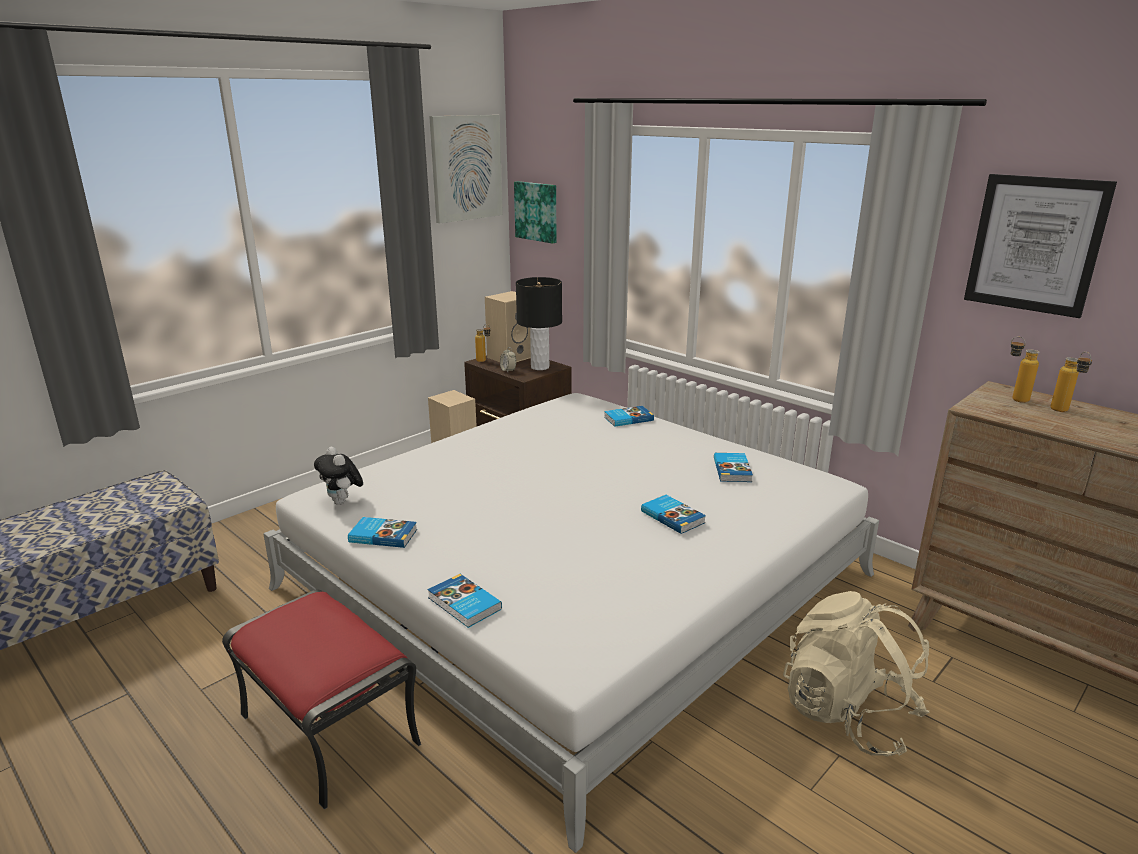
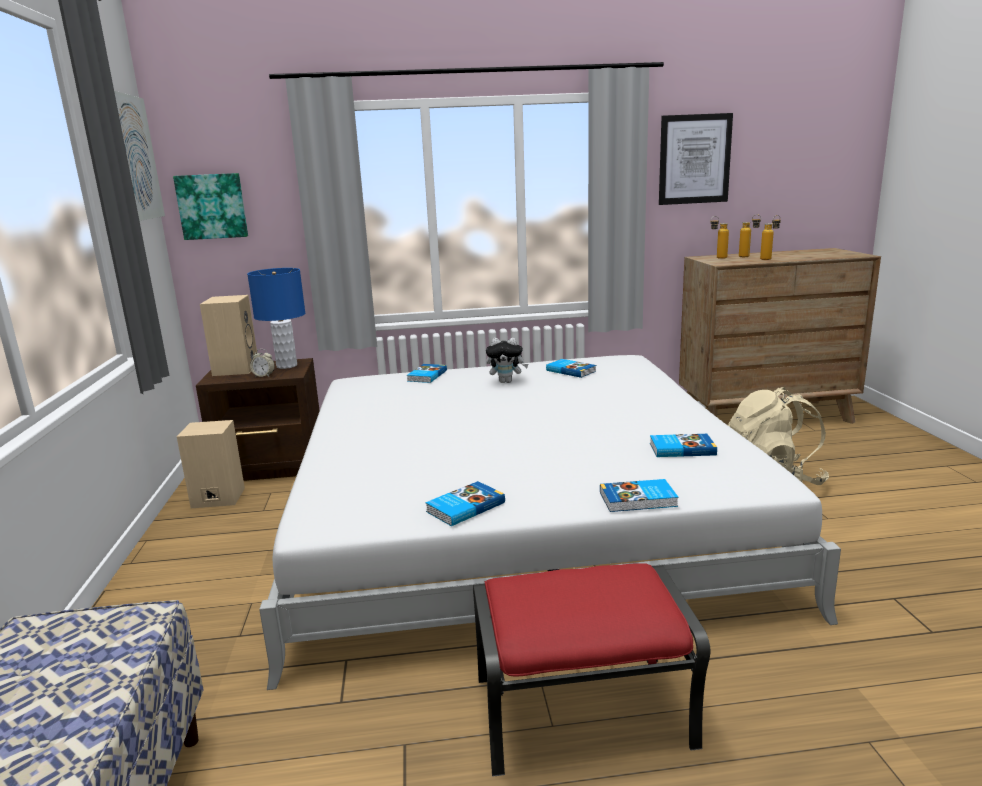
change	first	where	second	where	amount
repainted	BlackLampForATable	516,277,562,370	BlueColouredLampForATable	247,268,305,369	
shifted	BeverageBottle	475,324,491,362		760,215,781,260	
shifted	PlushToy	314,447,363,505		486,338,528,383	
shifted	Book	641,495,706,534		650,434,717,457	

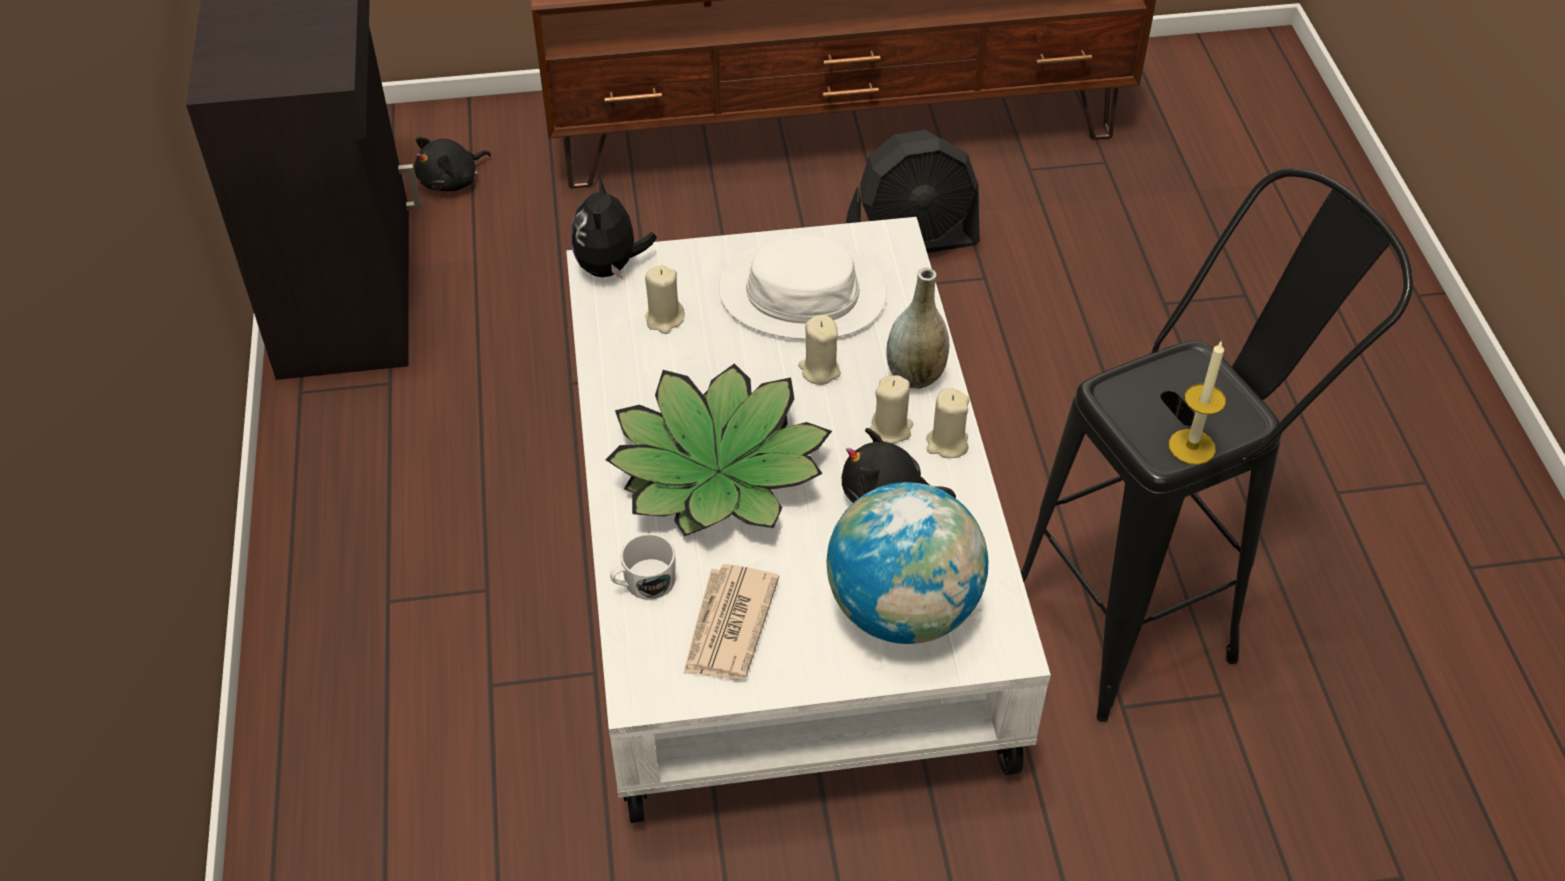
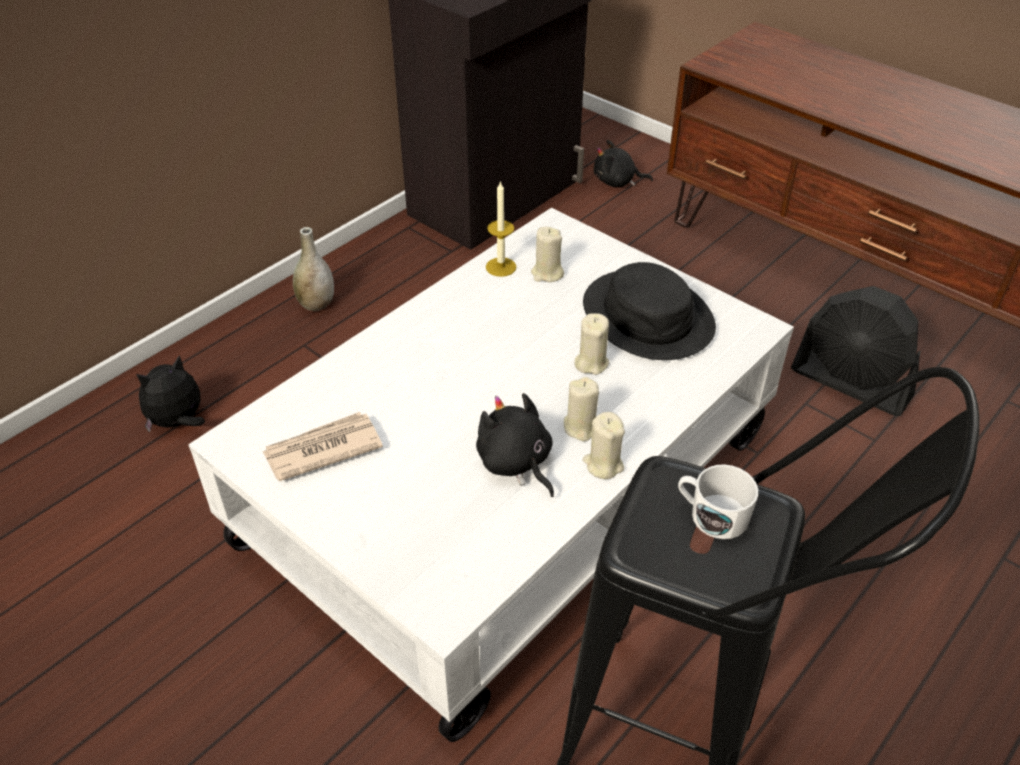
change	first	where	second	where	amount
shifted	PlushToy	571,175,657,279		136,355,205,433	
repainted	WhiteColouredHat	719,234,887,339	BlackHat	583,262,716,360	
shifted	GreyDecorativeVase	886,268,949,389		293,227,334,311	
shifted	WaxCandle	1169,340,1226,465		486,181,517,277	
gone	Houseplant	605,363,832,537			
gone	WorldGlobe	827,482,988,644			
shifted	WhiteColouredCoffeeMug	610,533,676,600		678,464,759,539	

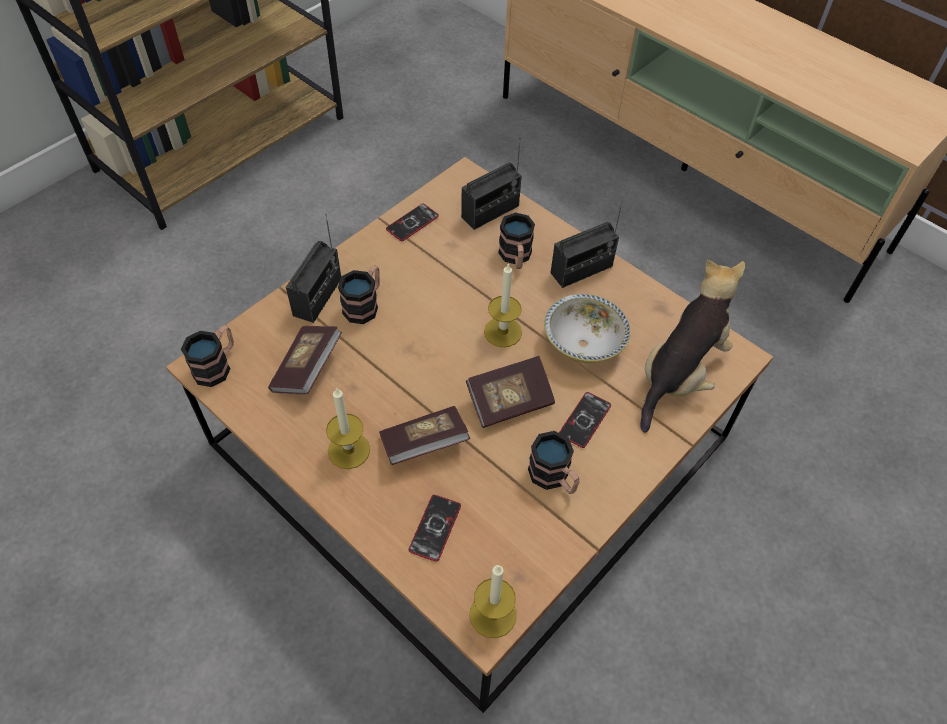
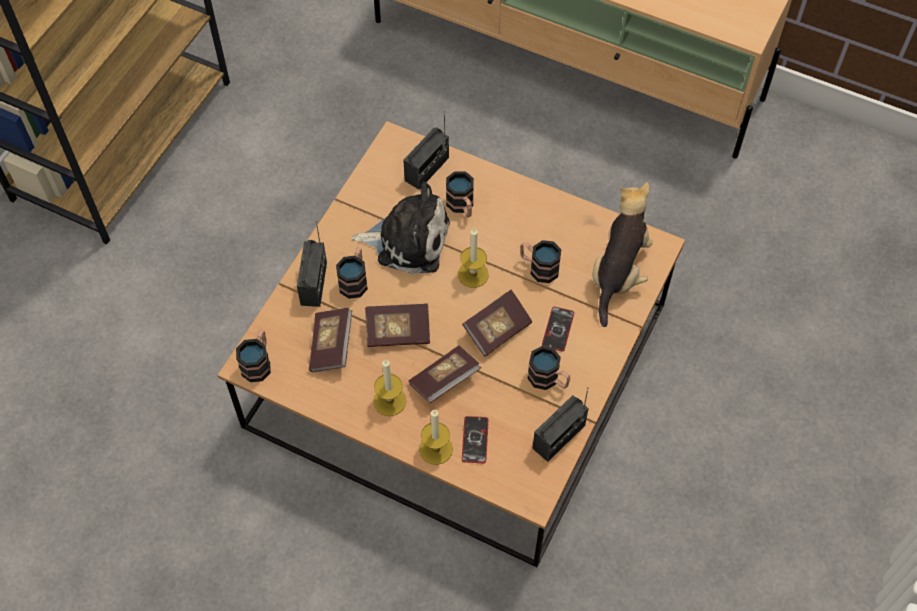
change	first	where	second	where	amount
shifted	RadioSet	551,200,623,288		532,387,589,462	
gone	Handset	386,204,439,241			
swapped	ServingBowl	544,294,631,363	CoffeeMug	520,240,561,283	
shifted	WaxCandle	470,565,516,638		419,409,453,465	
new			PlushToy	352,182,450,274	
new			Book	365,303,430,347	

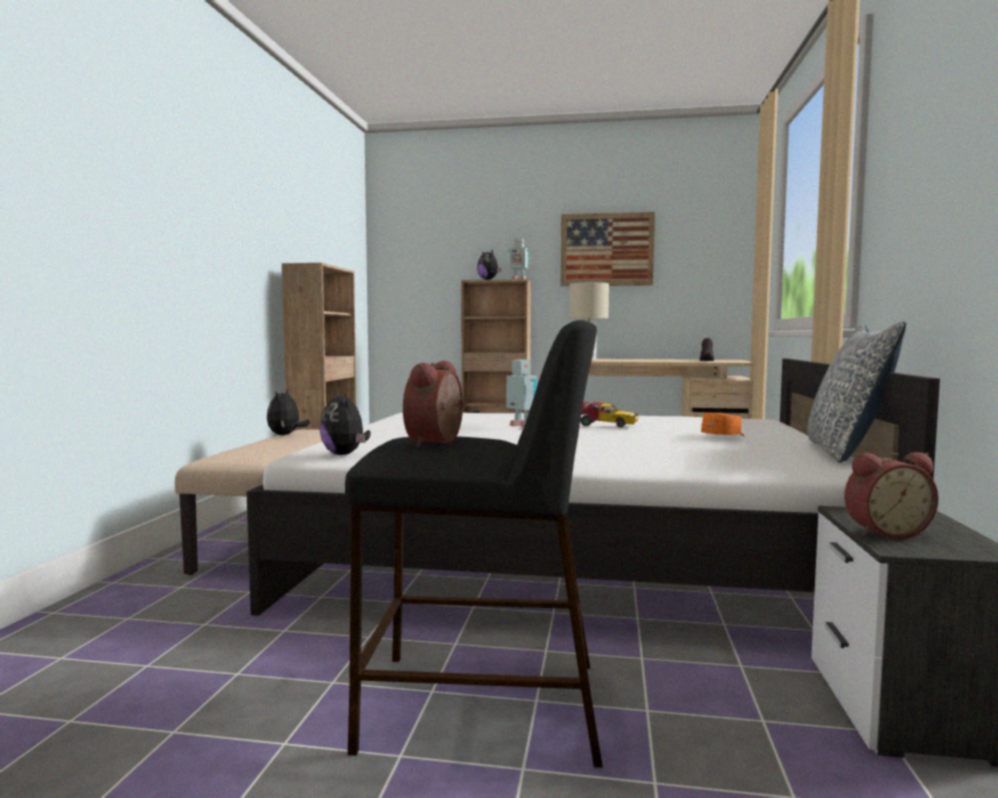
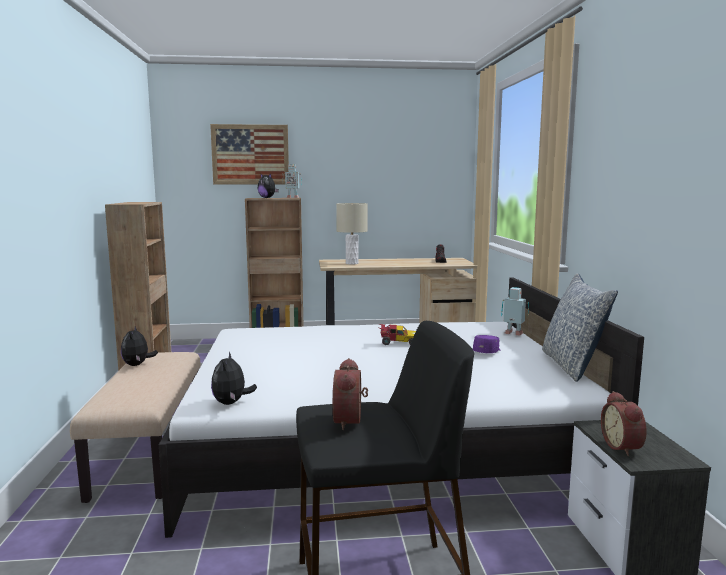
change	first	where	second	where	amount
shifted	WallPicture	560,212,655,286		210,124,289,185	
shifted	ToyRobot	506,359,537,427		501,287,529,335	
rotated	PlushToy	320,391,371,455		211,352,257,405	45 degrees clockwise
repainted	OrangeColouredCap	701,413,745,436	PurplishCap	473,335,500,353	
rotated	BedsideClock	844,452,939,539		601,391,647,456	105 degrees clockwise

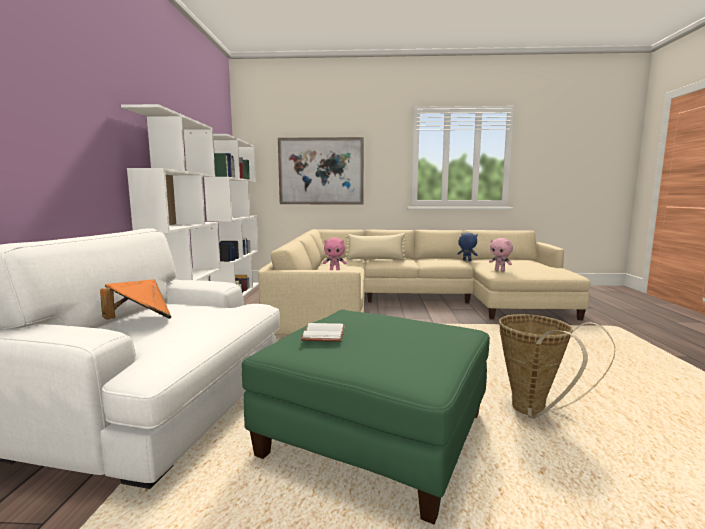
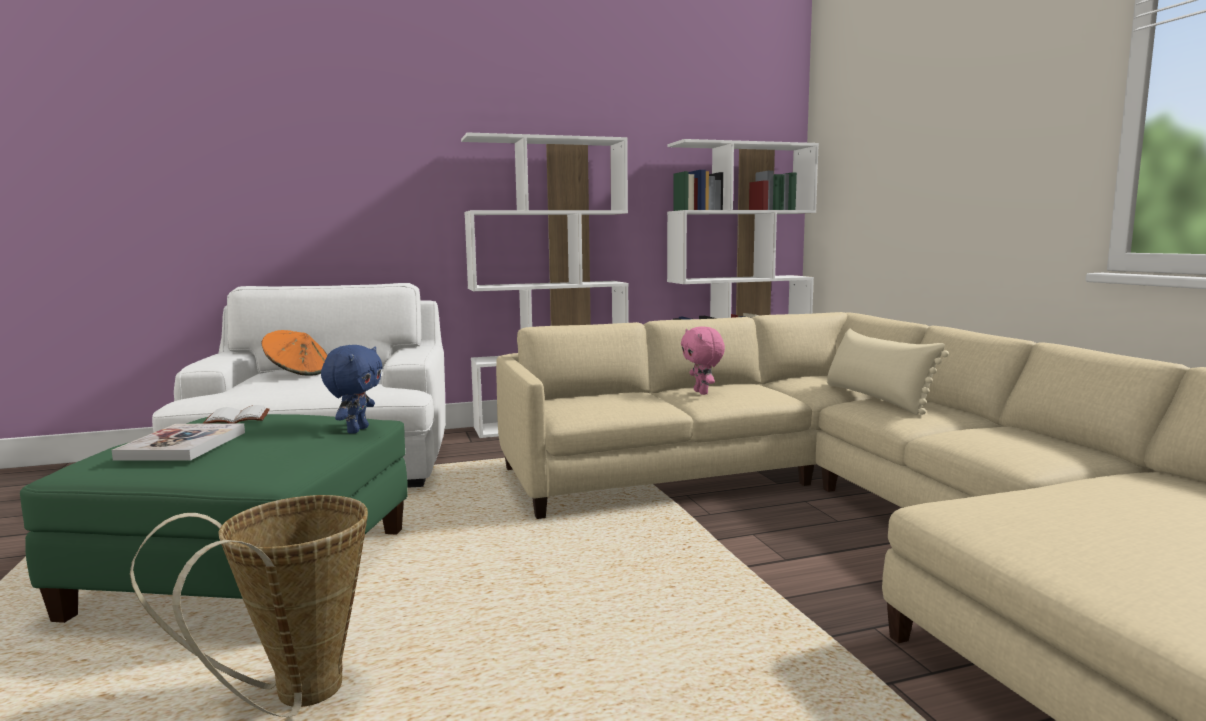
change	first	where	second	where	amount
gone	WallPicture	278,137,364,204			
shifted	BlueColouredPlushToy	457,233,478,261		321,345,382,434	
gone	PinkColouredPlushToy	489,238,513,271			
new			Book	112,424,245,461	

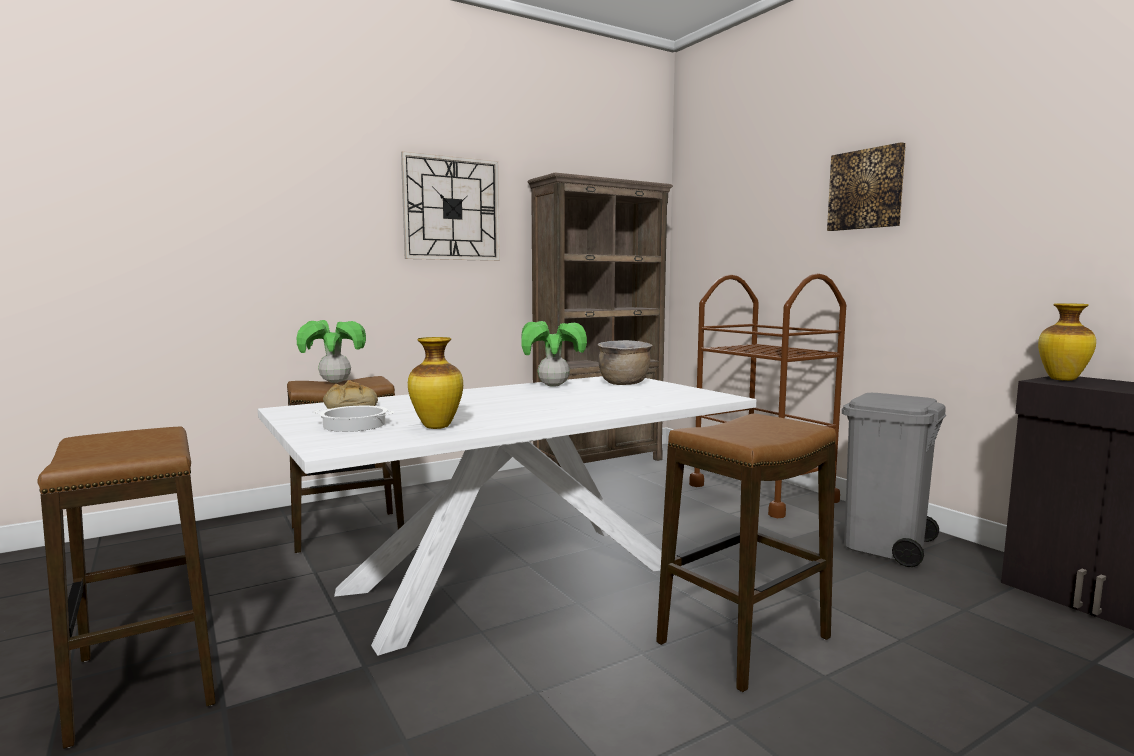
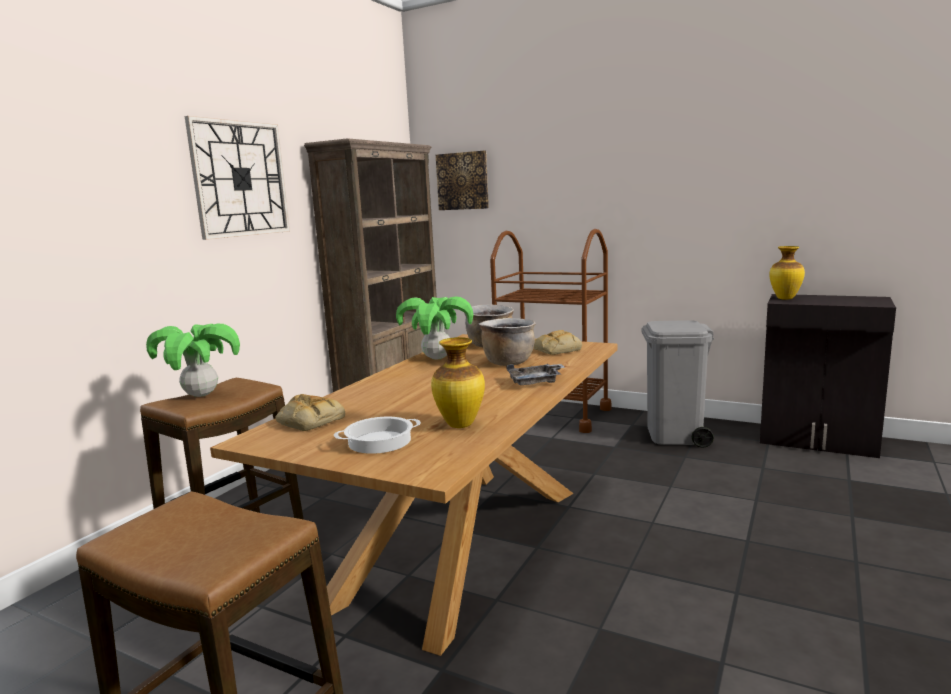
change	first	where	second	where	amount
shifted	WallPicture	827,142,906,231		436,151,489,210	
repainted	WhiteColouredDiningTable	258,376,756,656	BrownColouredDiningTable	210,334,617,656	
gone	SittingStool	656,413,836,692			
new			BrownColouredSaucepot	479,318,536,366	
new			BakedBread	533,330,582,355	
new			GreyCarryingTray	506,363,565,385	

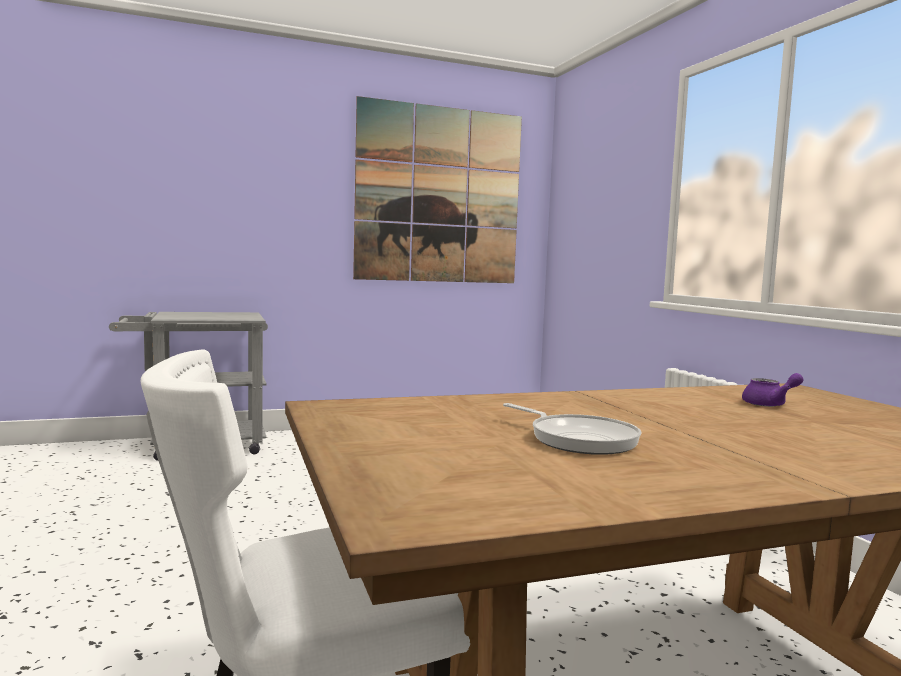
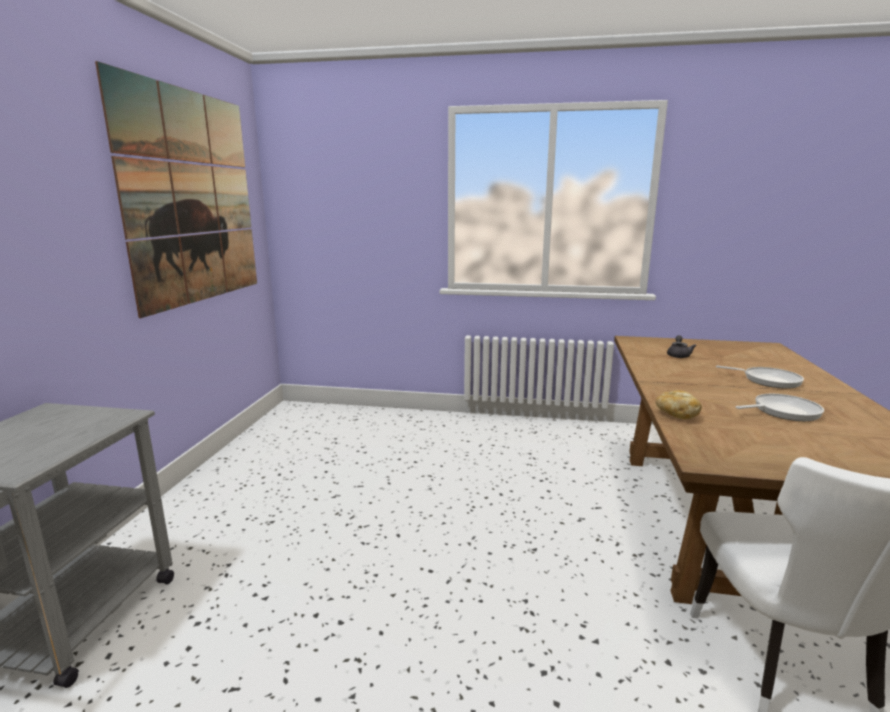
change	first	where	second	where	amount
repainted	PurplishPotForTea	742,373,803,407	GreyPotForTea	667,335,697,358	
new			Pan	716,365,804,389	
new			BakedBread	655,391,702,419	

